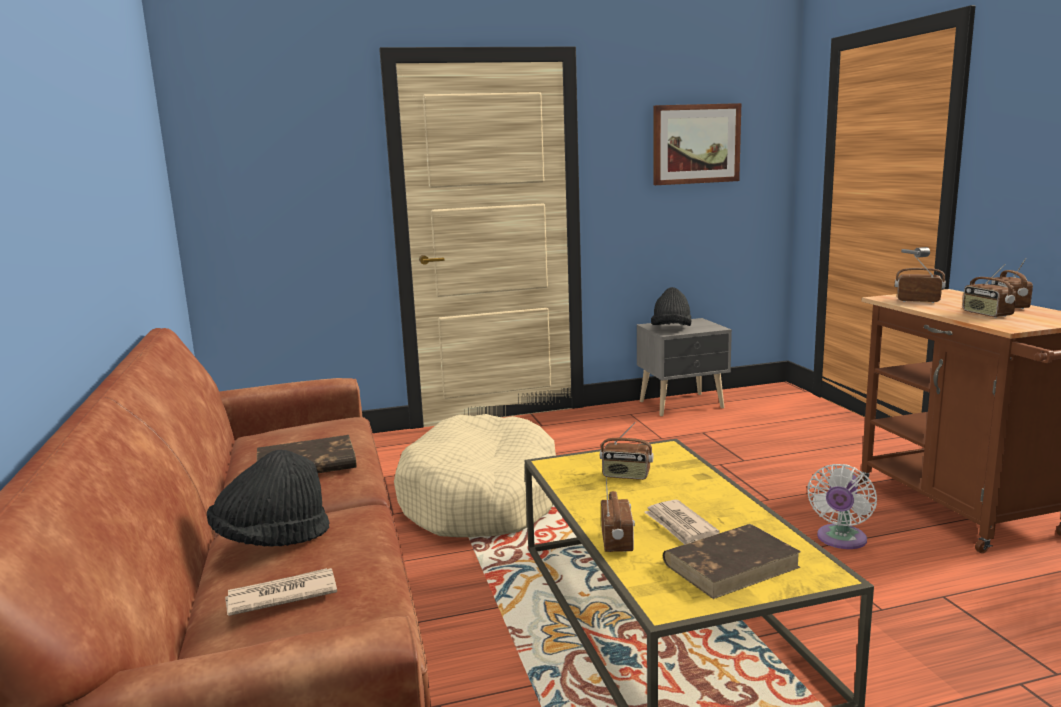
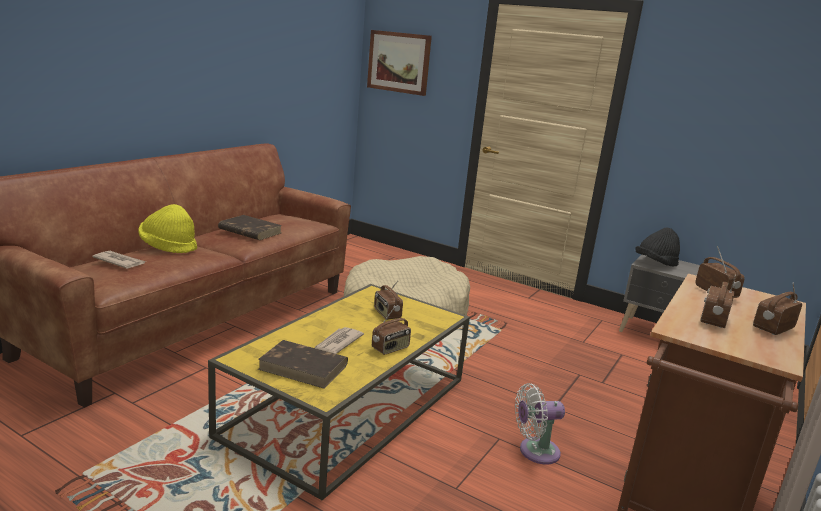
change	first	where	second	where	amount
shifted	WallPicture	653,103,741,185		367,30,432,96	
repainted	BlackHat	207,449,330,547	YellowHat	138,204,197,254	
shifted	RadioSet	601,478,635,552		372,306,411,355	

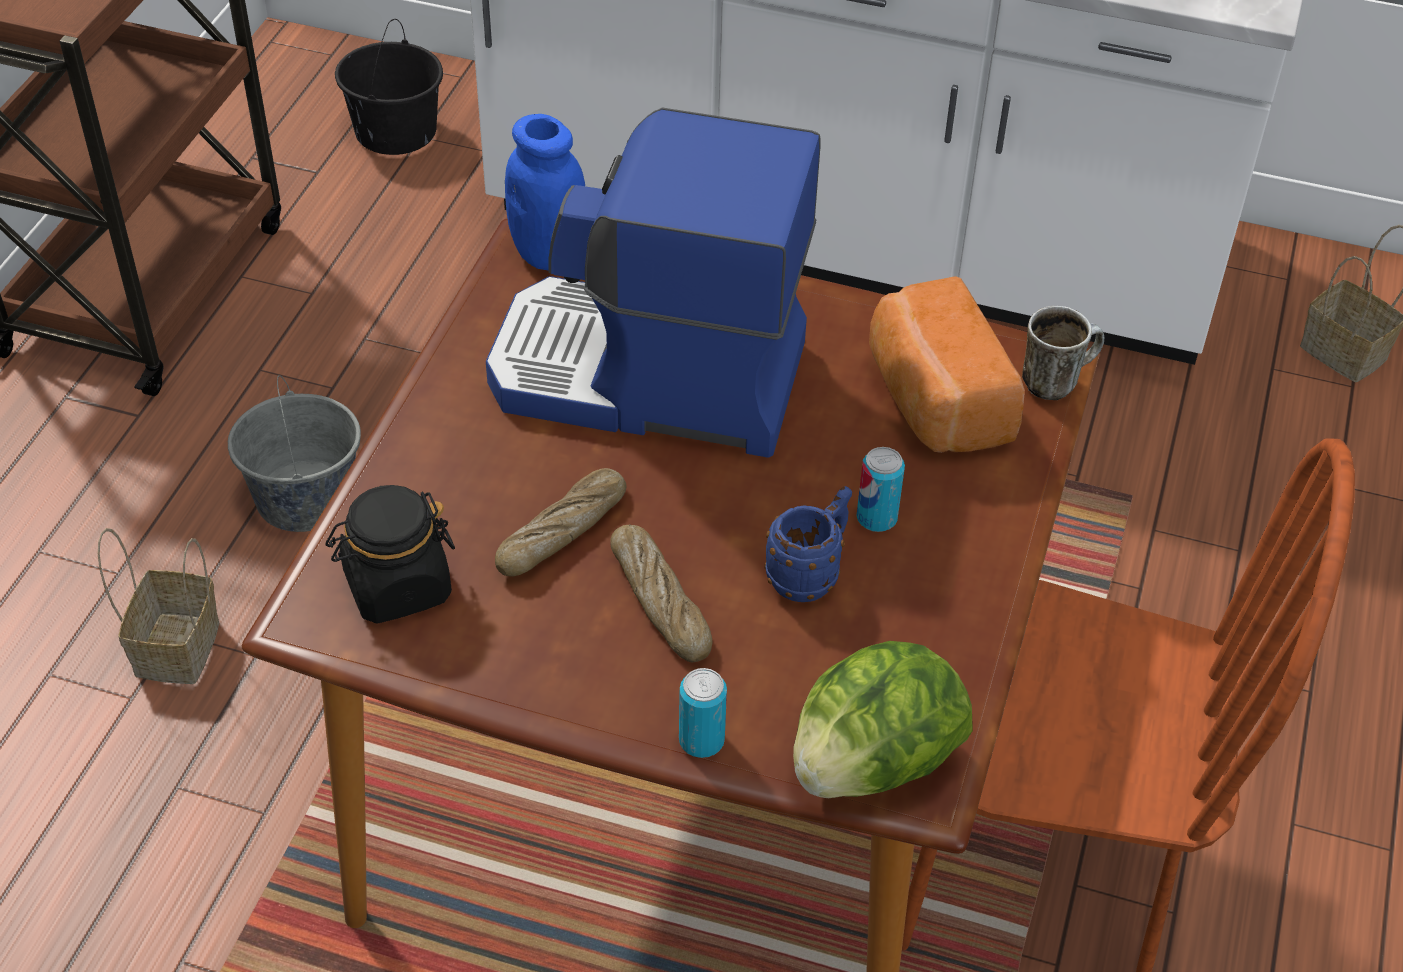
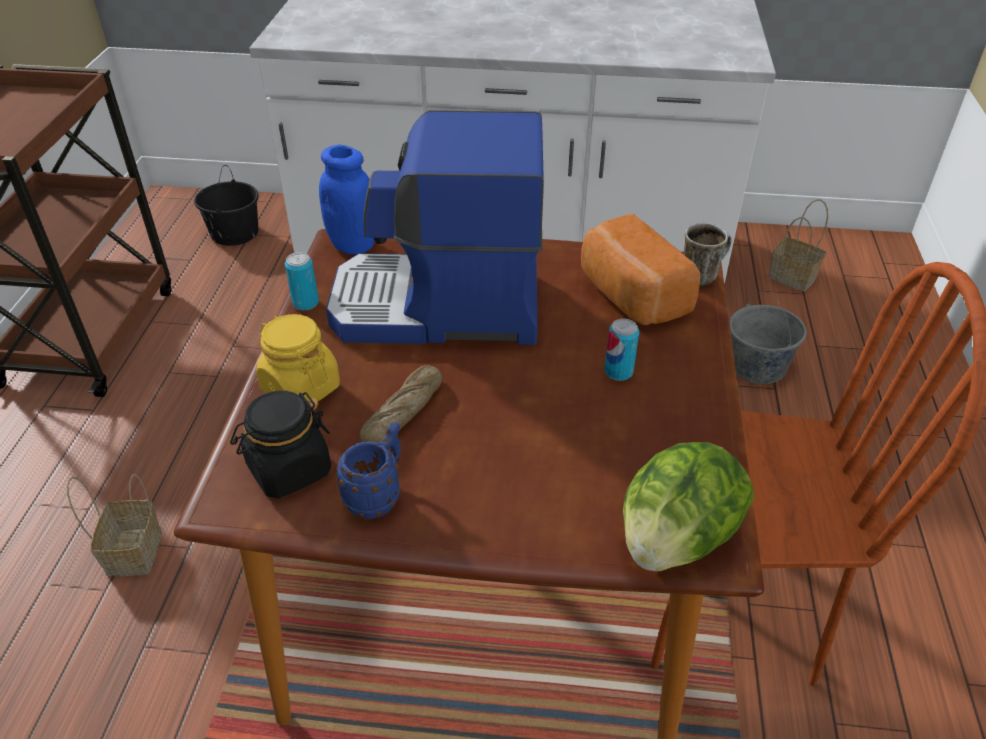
change	first	where	second	where	amount
shifted	GreyPail	228,375,361,532		729,291,807,384	
shifted	BlueColouredCoffeeMug	765,486,852,602		335,422,401,519	
gone	BakedBread	610,524,713,662			
shifted	SealedCan	679,668,727,758		285,252,319,310	
new			YellowJar	256,314,340,401	

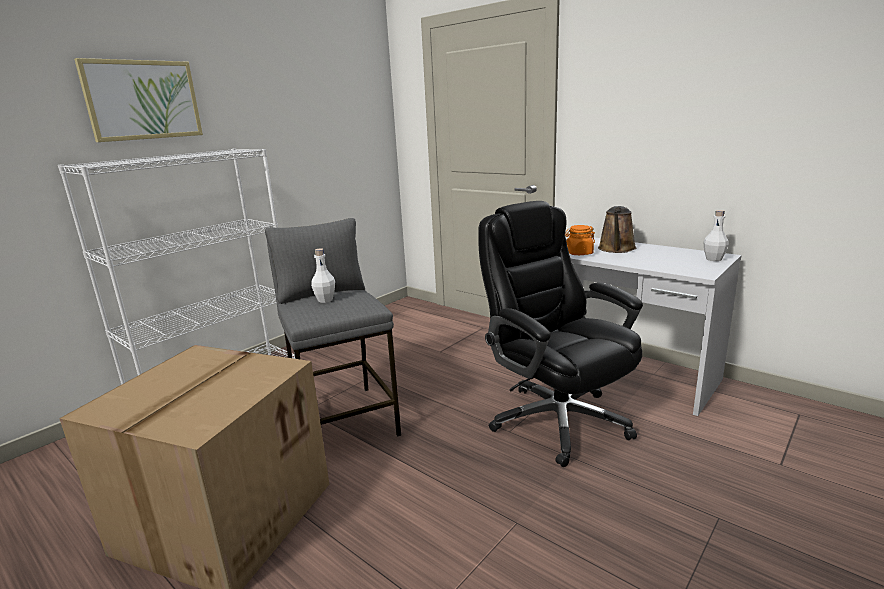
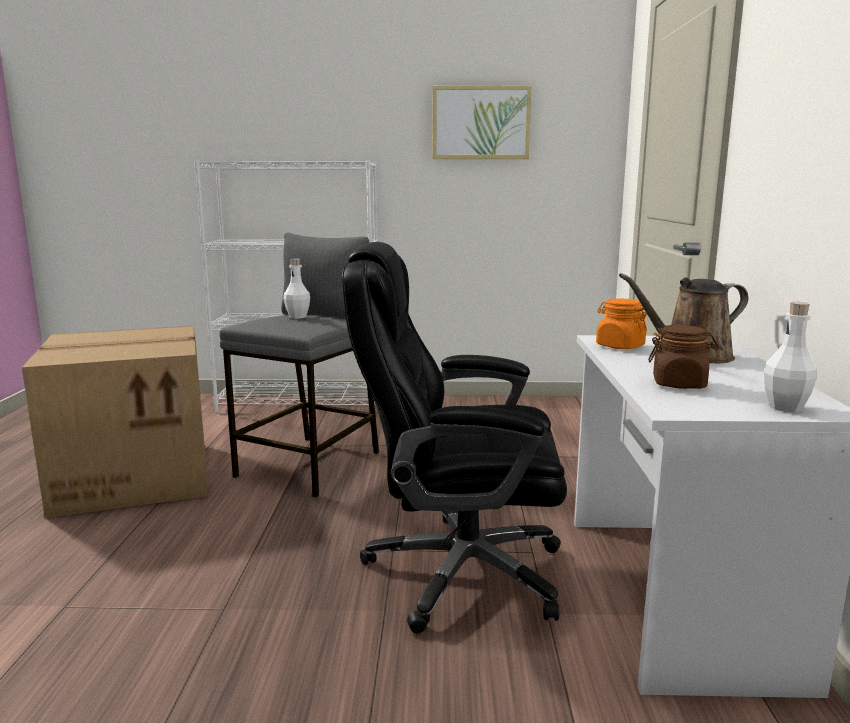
change	first	where	second	where	amount
shifted	WallPicture	74,58,203,142		432,85,532,159	
rotated	BlackDeskChair	478,201,643,467		342,242,567,633	105 degrees counterclockwise
new			BrownColouredJar	648,325,718,389	

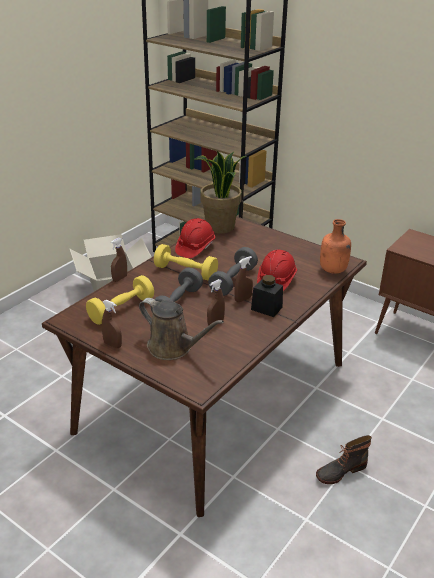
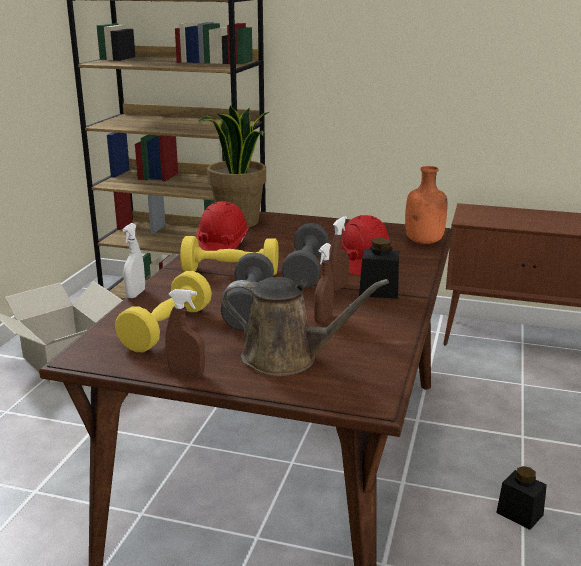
change	first	where	second	where	amount
repainted	BrownColouredHandSprayer	111,237,127,282	WhiteColouredHandSprayer	122,223,145,298	
swapped	Boot	316,435,372,484	BlackJar	496,466,547,530	

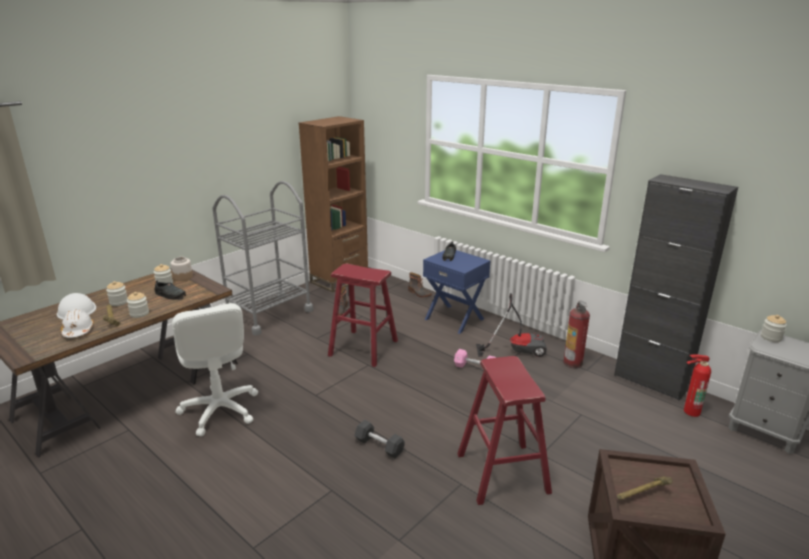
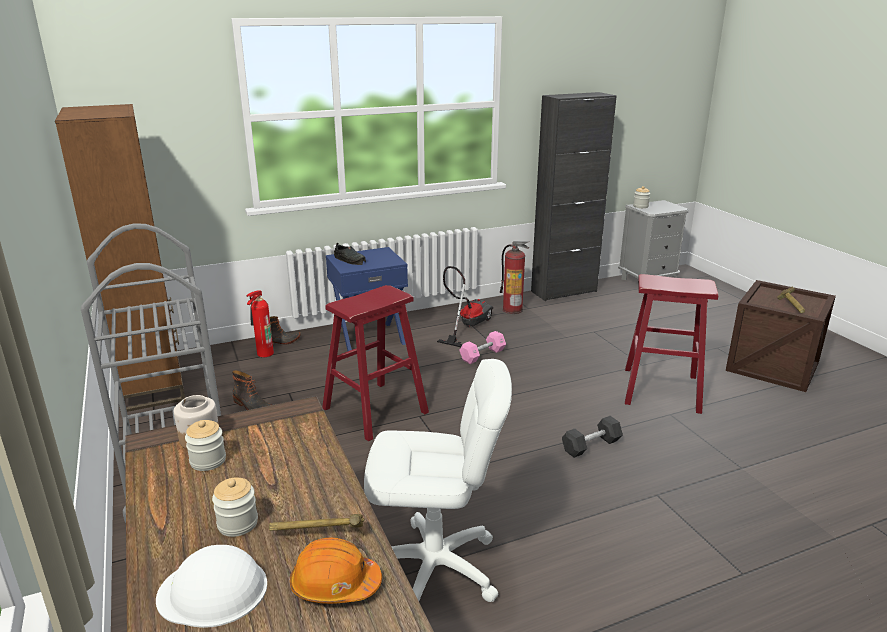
change	first	where	second	where	amount
gone	BlackItemOfFootwear	154,280,186,300			
gone	Jar	127,292,149,318			
repainted	WhiteColouredHardHat	61,309,93,337	OrangeColouredHardHat	290,537,382,604	
shifted	FireExtinguisher	684,354,711,417		246,290,274,357	

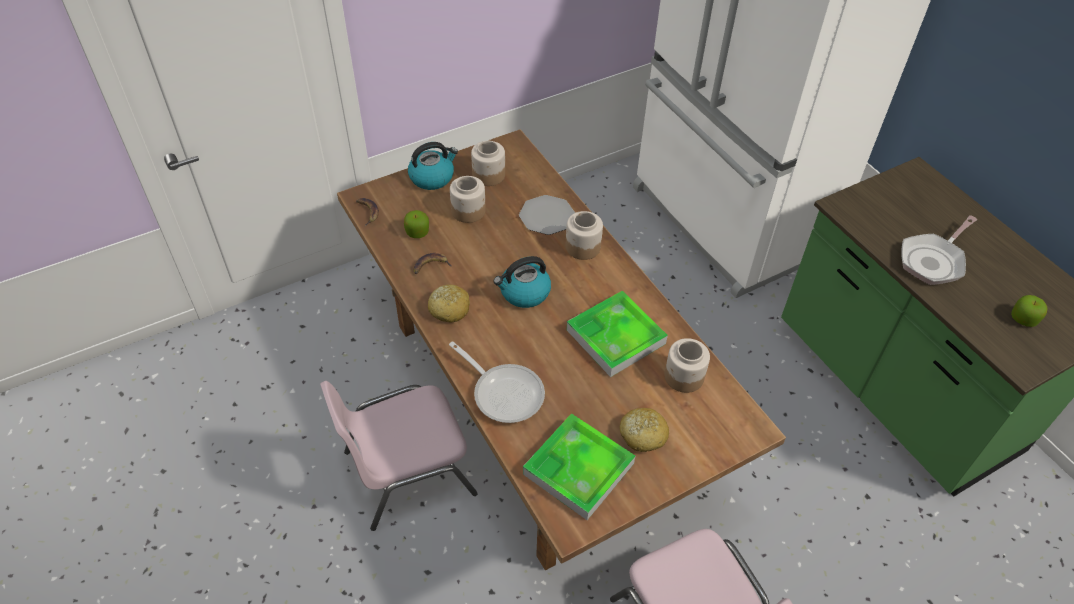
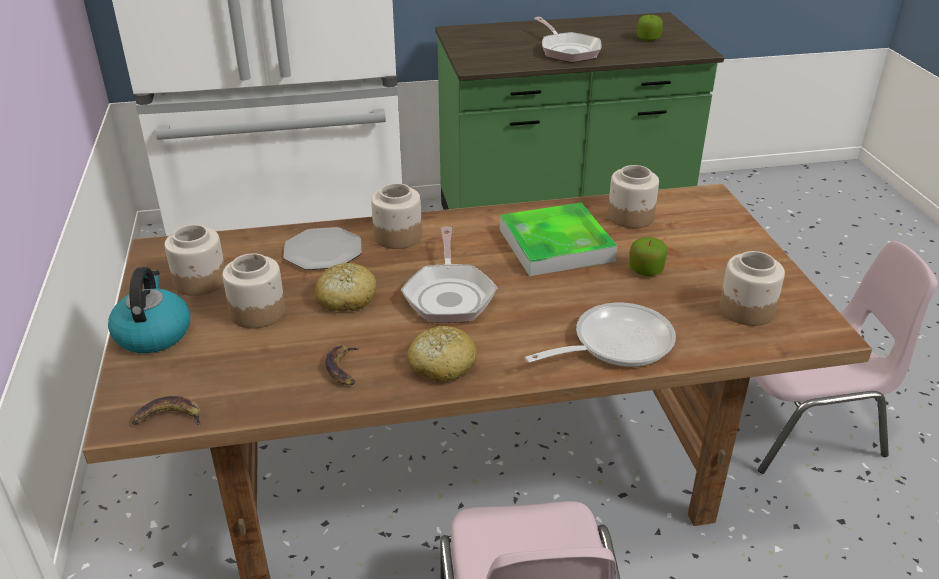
change	first	where	second	where	amount
shifted	WholeApple	404,210,429,238		629,237,667,276	
swapped	WaterKettle	493,256,551,308	Pan	401,227,498,323	
shifted	BakedBread	620,408,669,452		315,263,376,312	
swapped	CarryingTray	523,413,635,520	Jar	719,251,785,326	

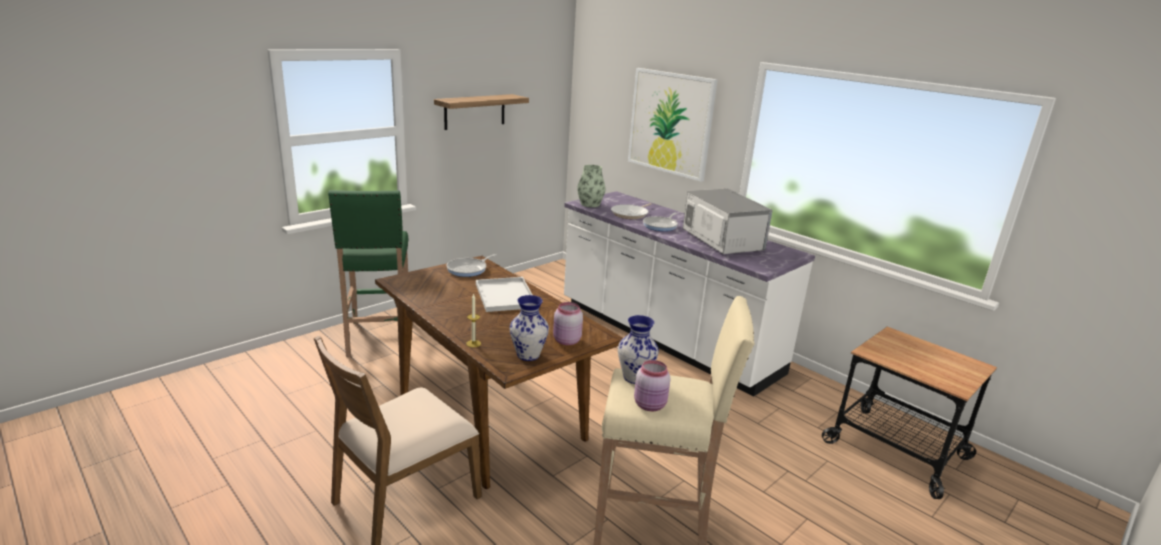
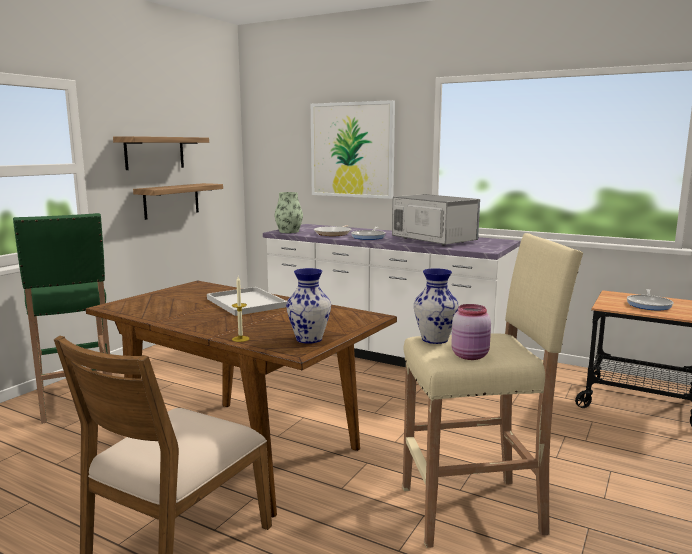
change	first	where	second	where	amount
shifted	Pan	446,254,497,277		627,289,673,310	
gone	PinkColouredJar	553,302,583,345			
new			BracketShelf	133,183,223,220	

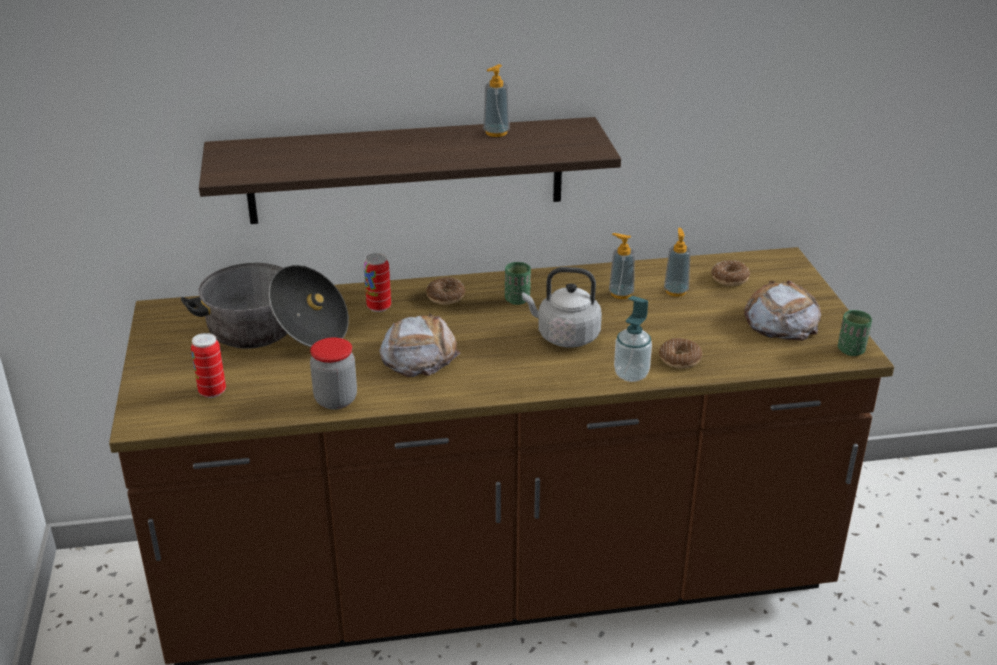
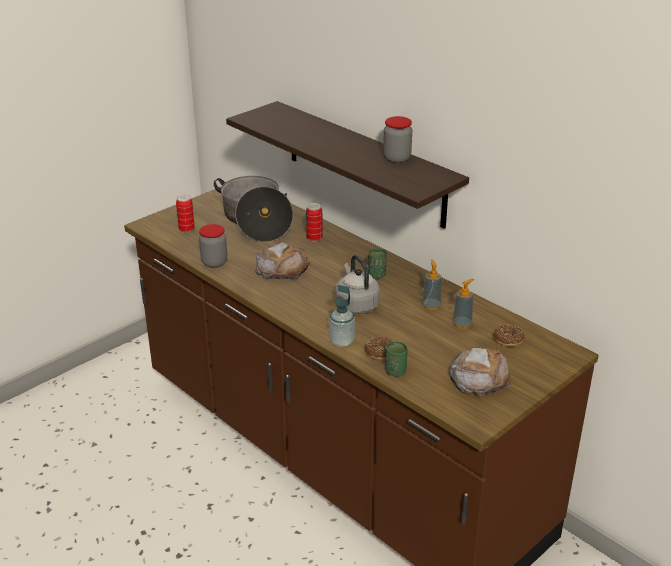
change	first	where	second	where	amount
swapped	LiquidSoapBottle	483,64,510,137	Jar	383,116,412,163	
gone	Doughnut	426,277,465,304			
shifted	GreenColouredCup	838,310,872,356		385,341,408,377	

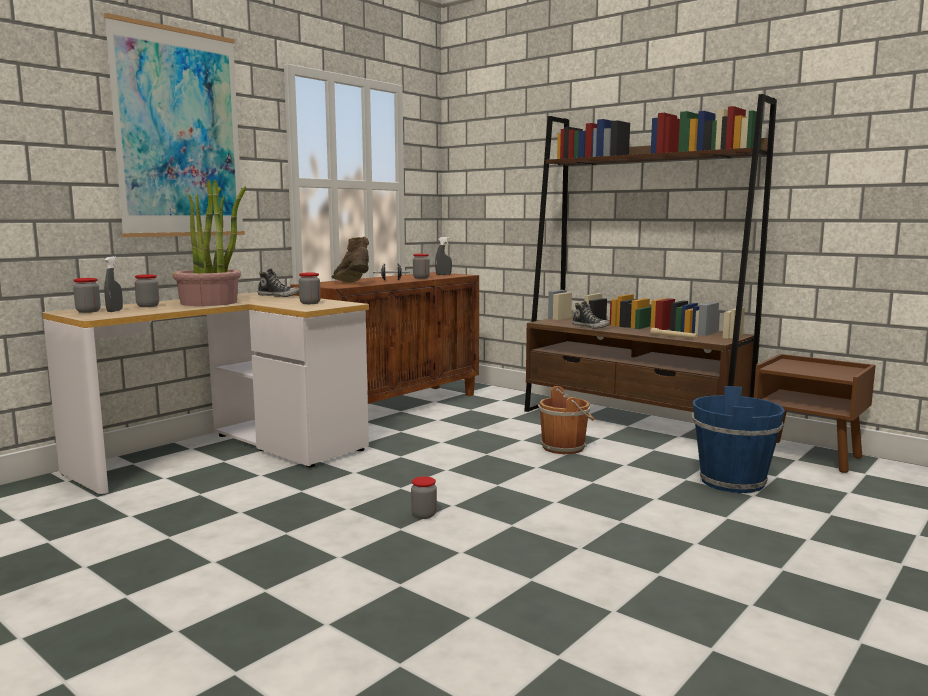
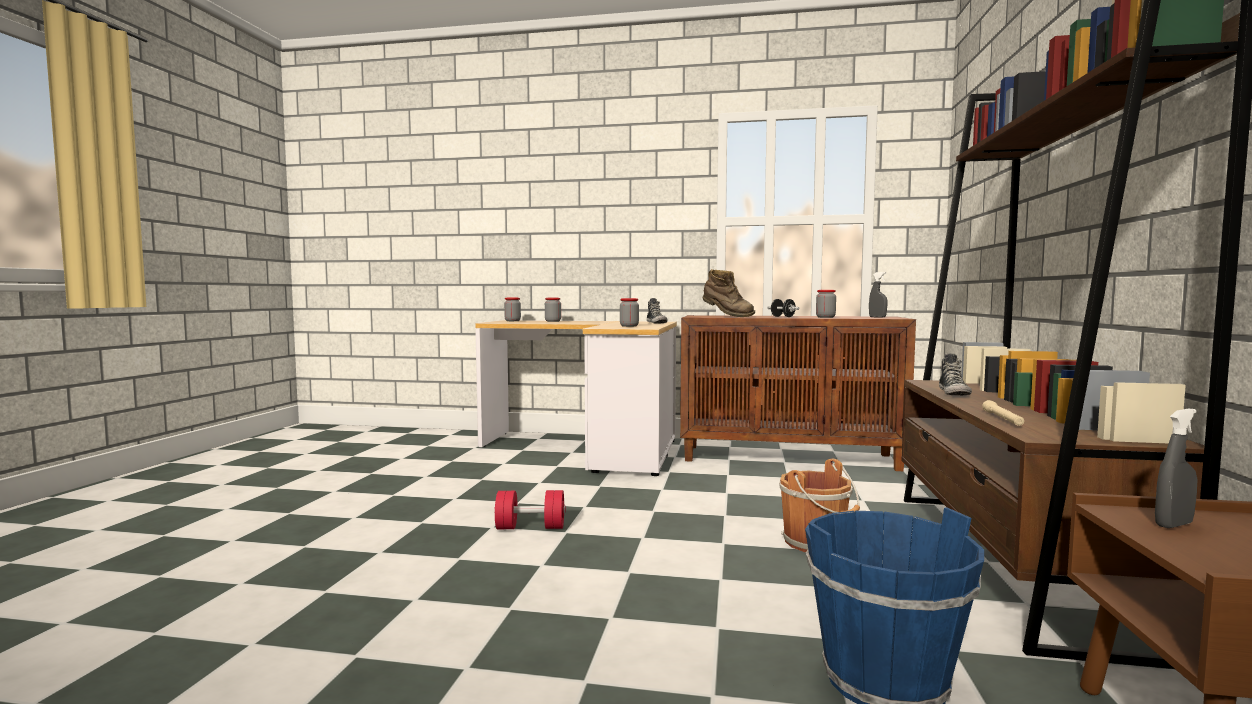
change	first	where	second	where	amount
gone	WallPicture	103,13,245,237			
gone	Houseplant	172,179,247,306			
rotated	BrownColouredBoot	331,237,369,282		703,269,755,317	105 degrees clockwise
shifted	GreyHandSprayer	104,256,123,312		1155,408,1198,528	
swapped	Jar	411,476,437,519	RedColouredDumbbell	494,490,566,529	

